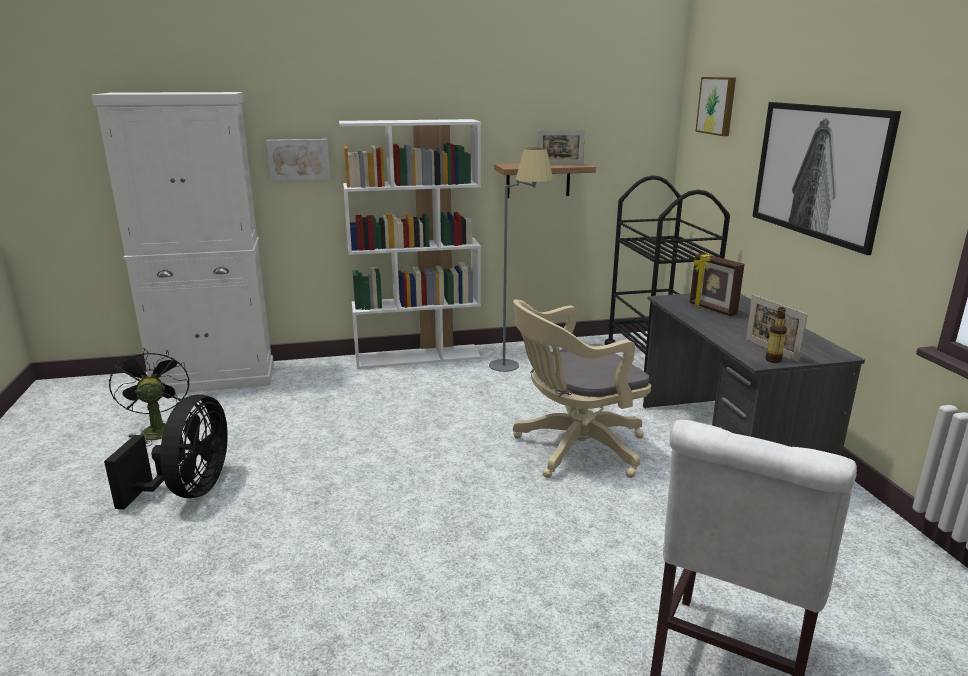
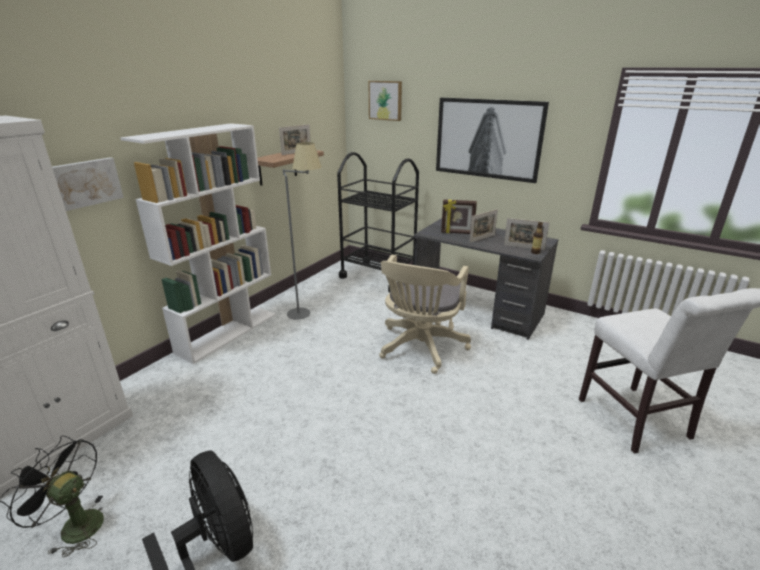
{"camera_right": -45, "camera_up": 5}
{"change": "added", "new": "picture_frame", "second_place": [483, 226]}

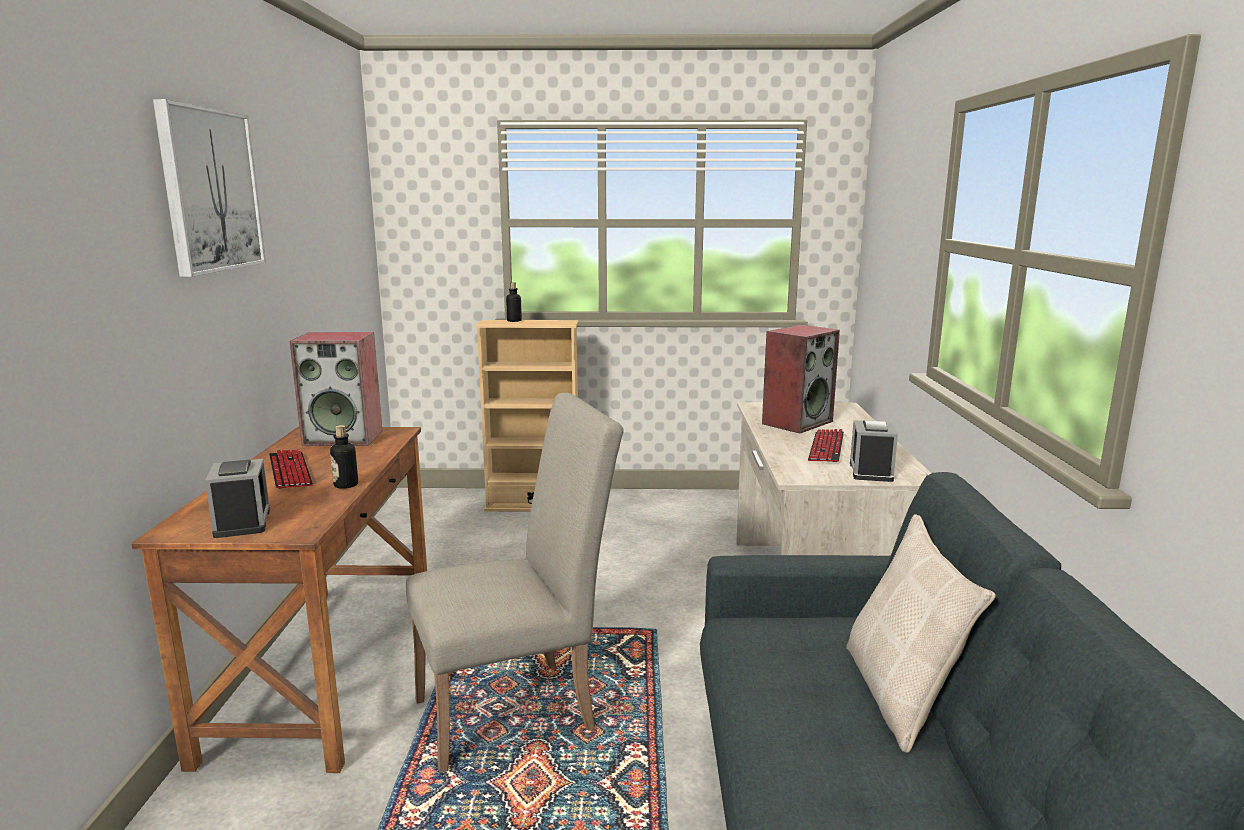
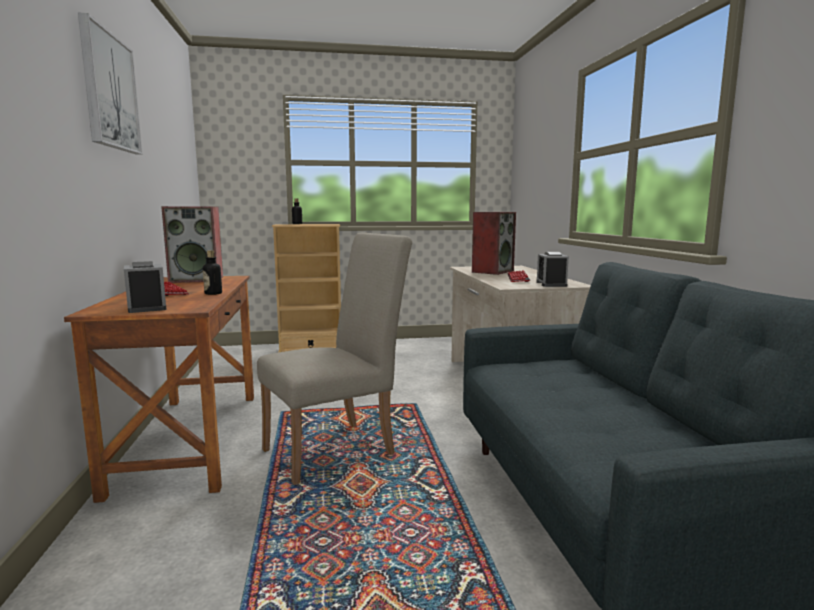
{"camera_right": -10, "camera_up": -5}
{"change": "removed", "old": "beige_pillow", "first_place": [921, 633]}

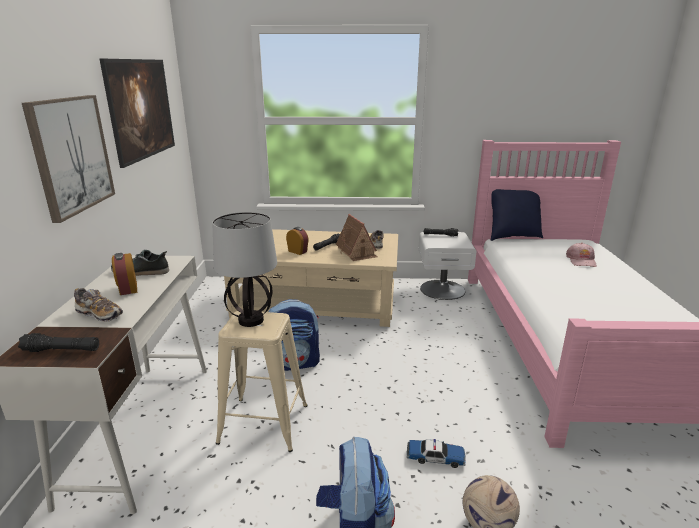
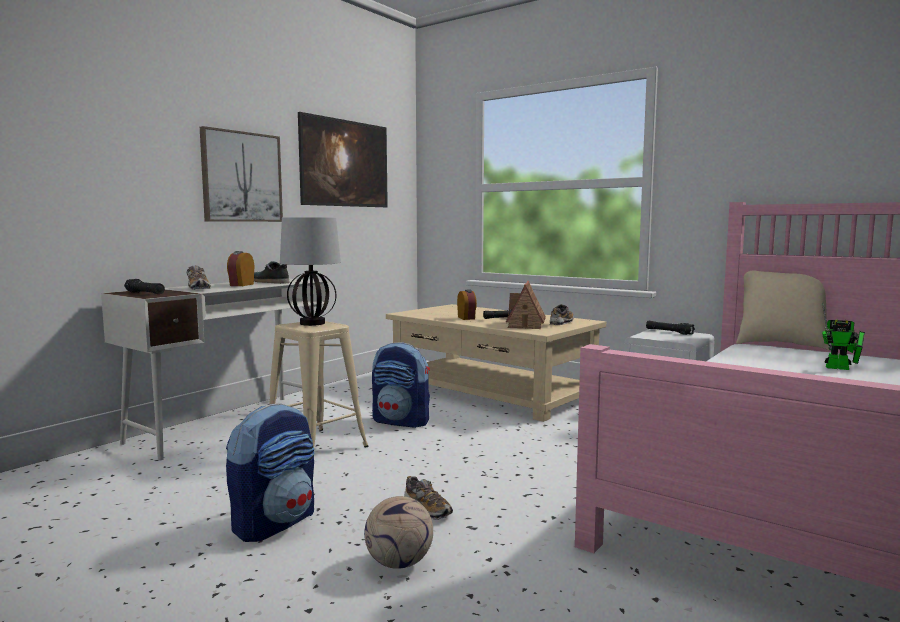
{"camera_right": 35, "camera_up": -15}
{"change": "recoloured", "old": "blue_pillow", "new": "beige_pillow", "first_place": [517, 215], "second_place": [782, 310]}
{"change": "replaced", "old": "pink_cap", "new": "toy_robot", "first_place": [581, 255], "second_place": [843, 336]}
{"change": "replaced", "old": "toy_car", "new": "shoe", "first_place": [436, 453], "second_place": [428, 498]}

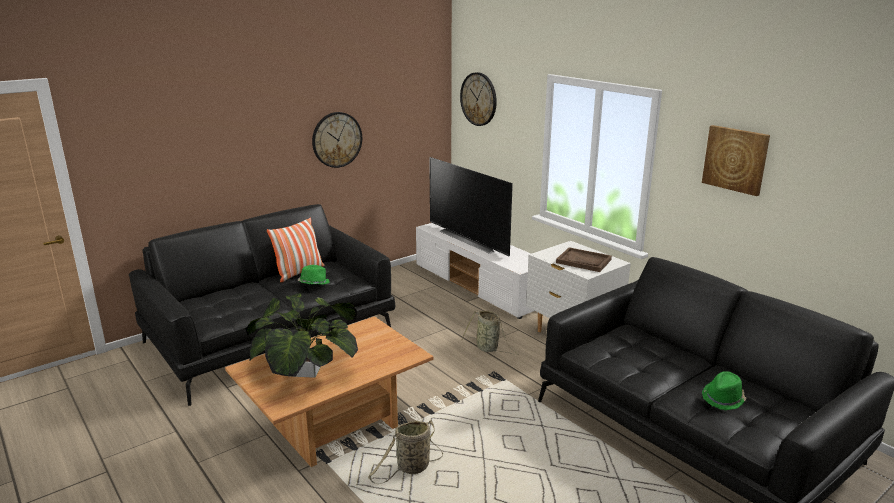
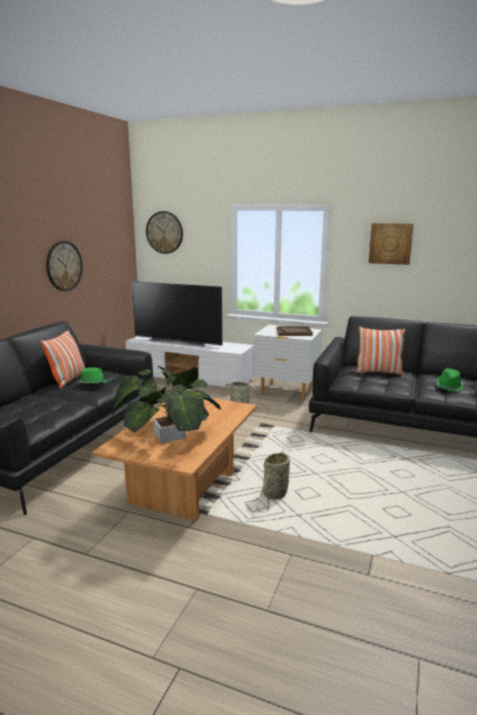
{"camera_right": -30, "camera_up": -5}
{"change": "added", "new": "pillow", "second_place": [380, 350]}

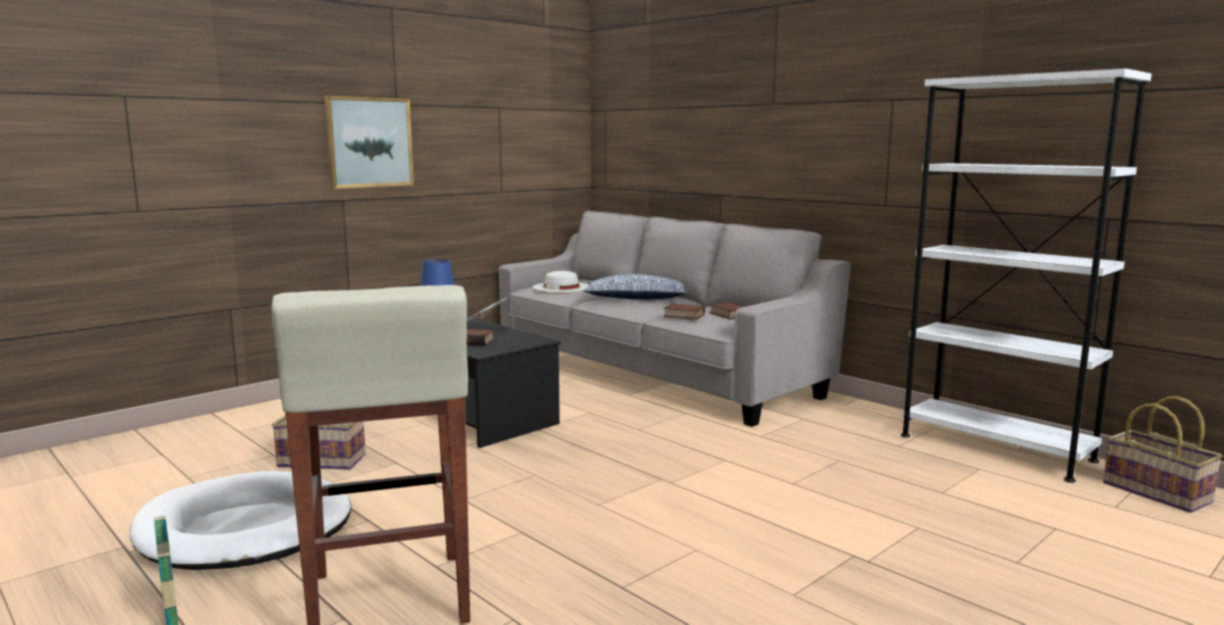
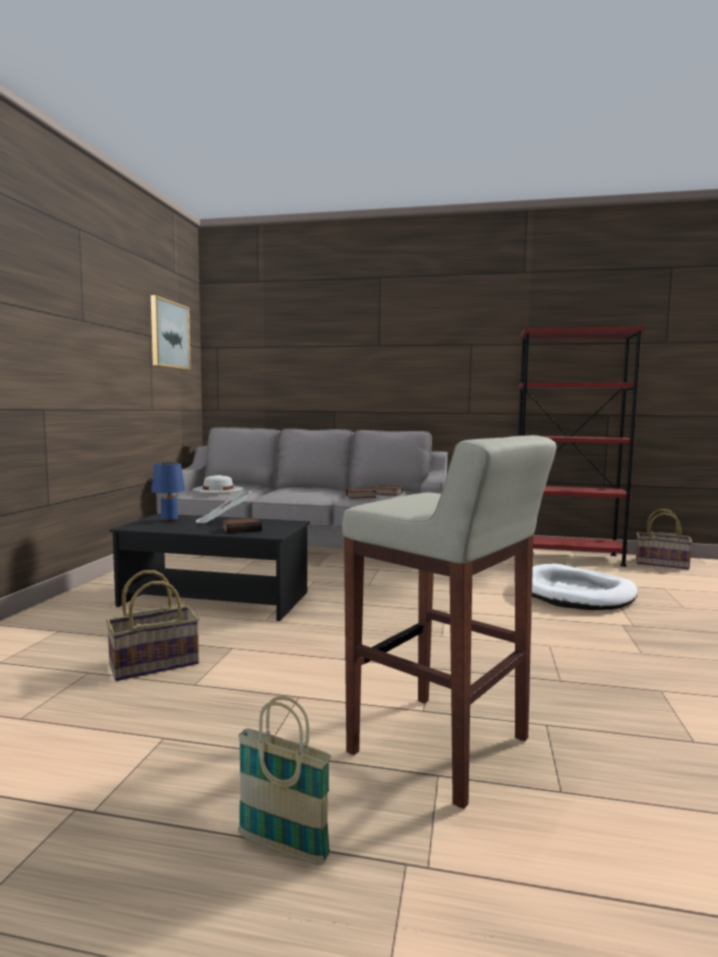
{"camera_right": -35, "camera_up": -5}
{"change": "recoloured", "old": "white_bookcase", "new": "red_bookcase", "first_place": [1026, 275], "second_place": [579, 447]}
{"change": "moved", "old": "picture", "first_place": [369, 142], "second_place": [171, 332]}
{"change": "removed", "old": "pillow", "first_place": [634, 287]}
{"change": "moved", "old": "white_dog_bed", "first_place": [240, 520], "second_place": [585, 587]}

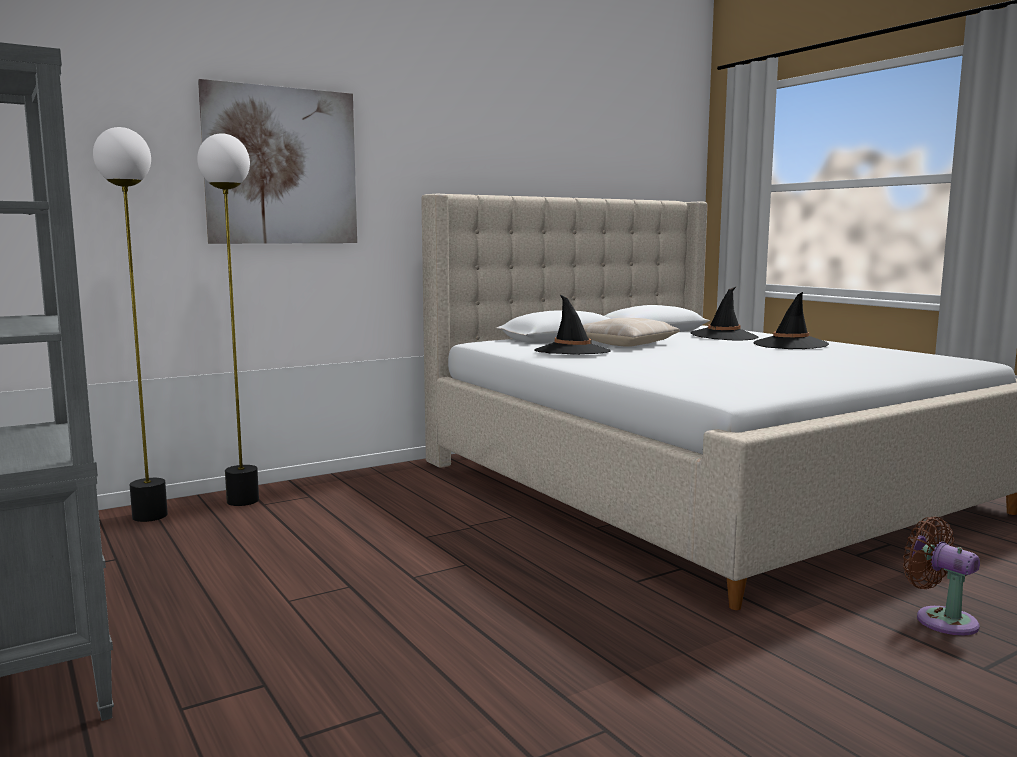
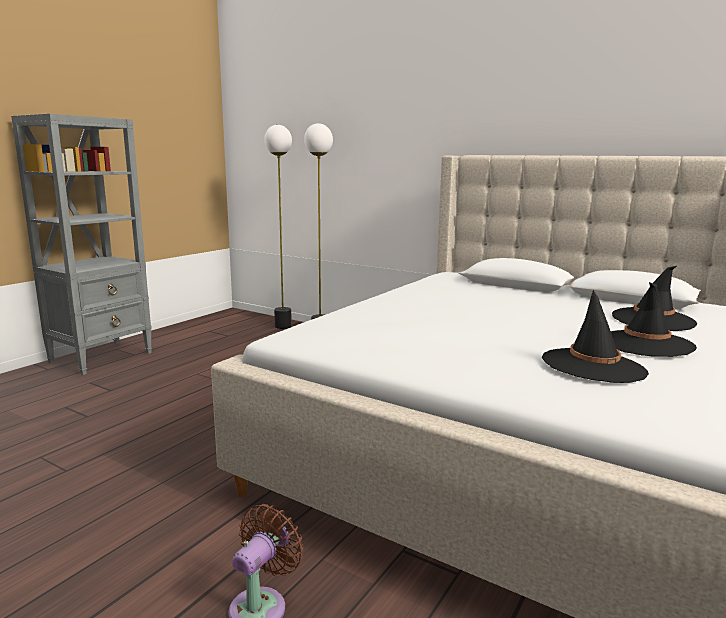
{"camera_right": 65, "camera_up": 5}
{"change": "removed", "old": "picture", "first_place": [277, 161]}
{"change": "moved", "old": "black_hat", "first_place": [572, 324], "second_place": [595, 336]}
{"change": "removed", "old": "beige_pillow", "first_place": [631, 332]}

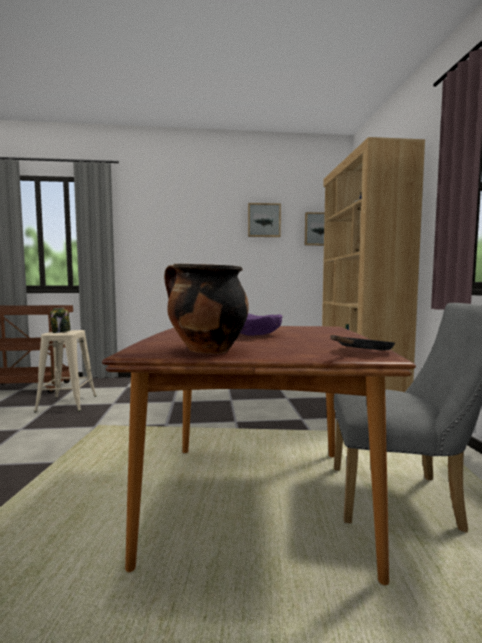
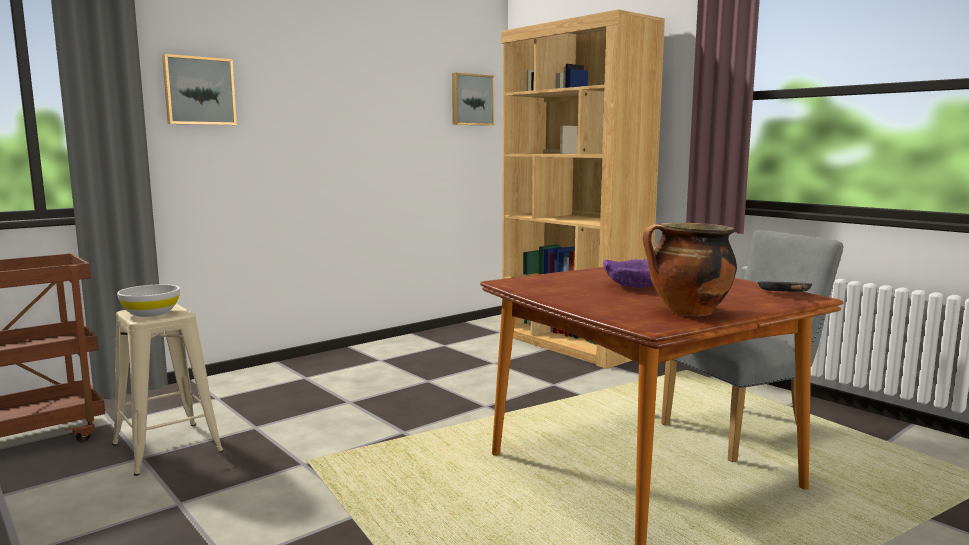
{"camera_right": -35, "camera_up": 5}
{"change": "moved", "old": "picture", "first_place": [264, 220], "second_place": [199, 89]}
{"change": "replaced", "old": "jar", "new": "white_bowl", "first_place": [60, 320], "second_place": [148, 300]}

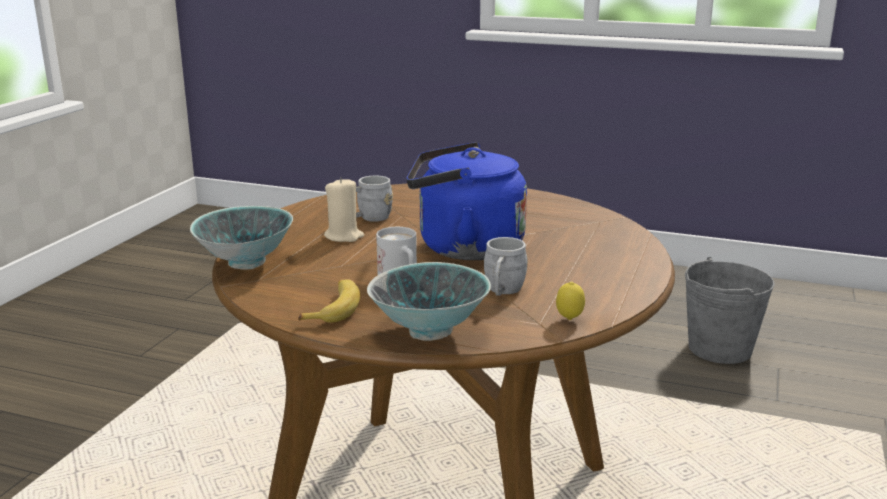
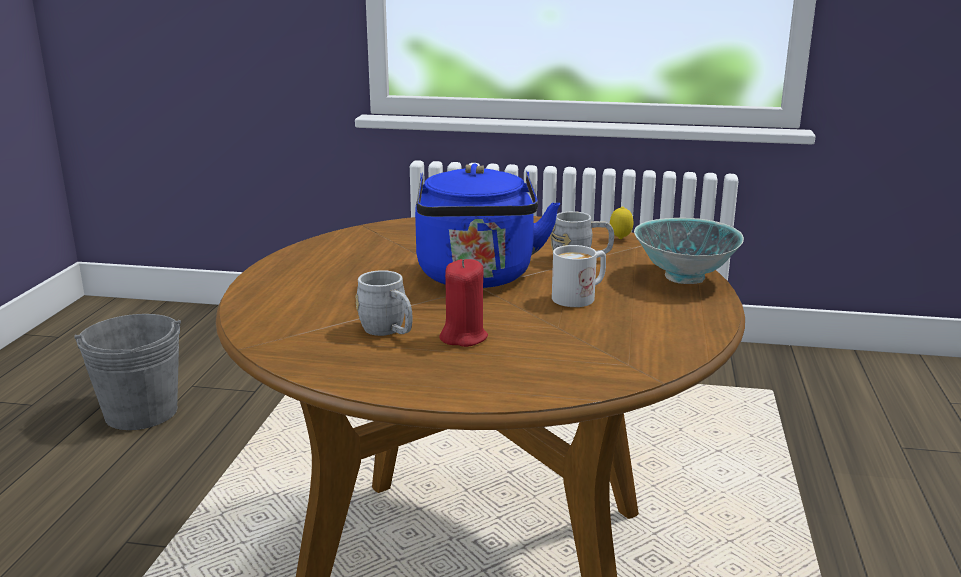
{"camera_right": -100, "camera_up": 0}
{"change": "recoloured", "old": "beige_candle", "new": "red_candle", "first_place": [344, 209], "second_place": [463, 303]}
{"change": "removed", "old": "bowl", "first_place": [241, 238]}
{"change": "removed", "old": "banana", "first_place": [329, 301]}

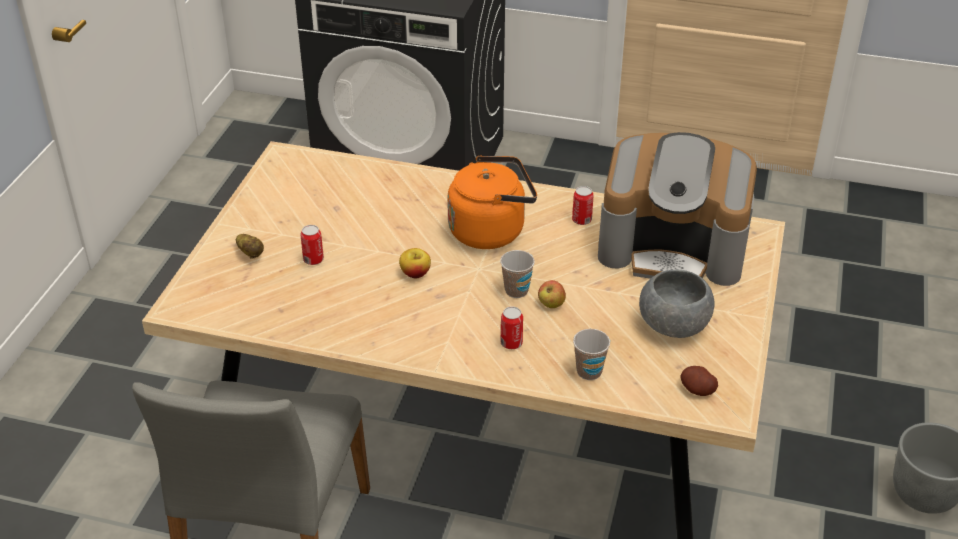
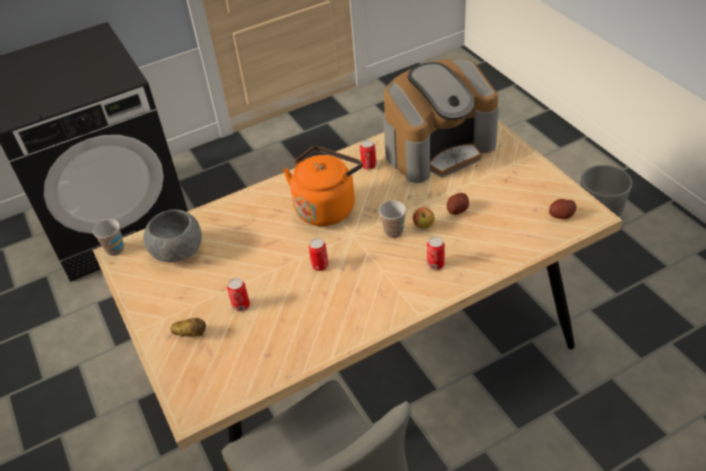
{"camera_right": -40, "camera_up": 5}
{"change": "replaced", "old": "apple", "new": "can", "first_place": [415, 263], "second_place": [319, 254]}
{"change": "moved", "old": "grey_bowl", "first_place": [677, 304], "second_place": [172, 236]}
{"change": "moved", "old": "cup", "first_place": [591, 354], "second_place": [108, 237]}
{"change": "added", "new": "potato", "second_place": [458, 204]}

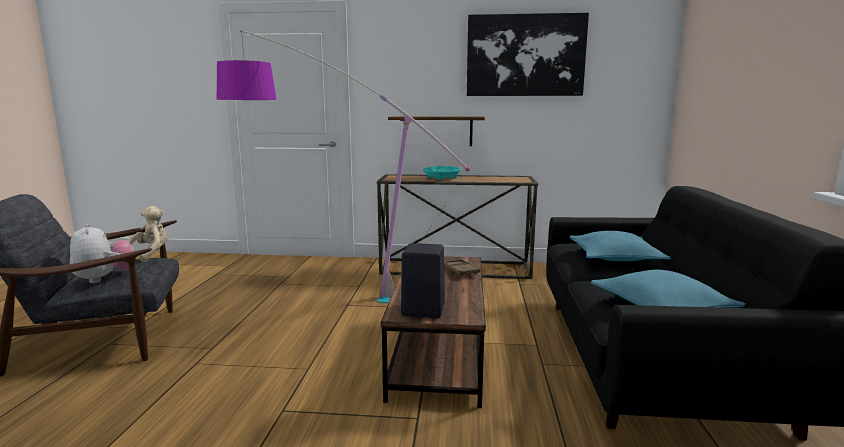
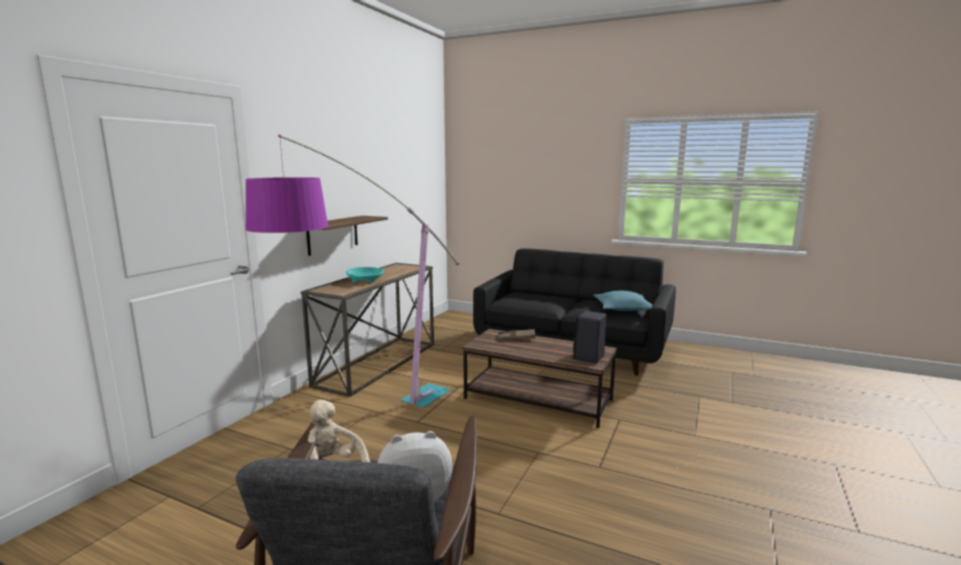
{"camera_right": -70, "camera_up": 0}
{"change": "removed", "old": "picture", "first_place": [528, 54]}
{"change": "removed", "old": "turquoise_pillow", "first_place": [620, 246]}

